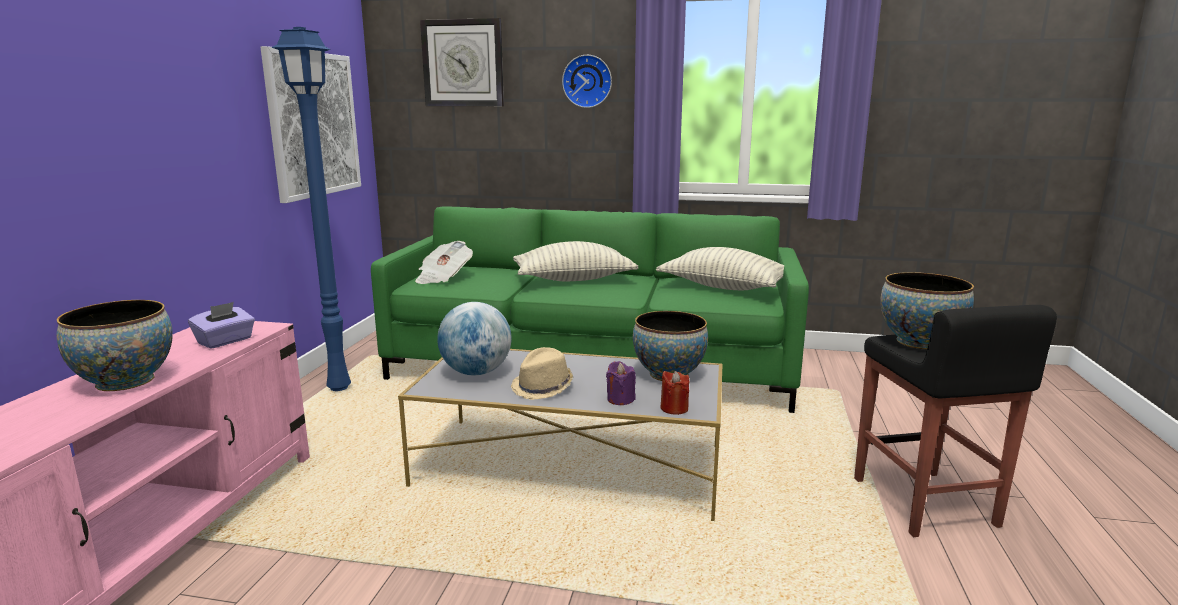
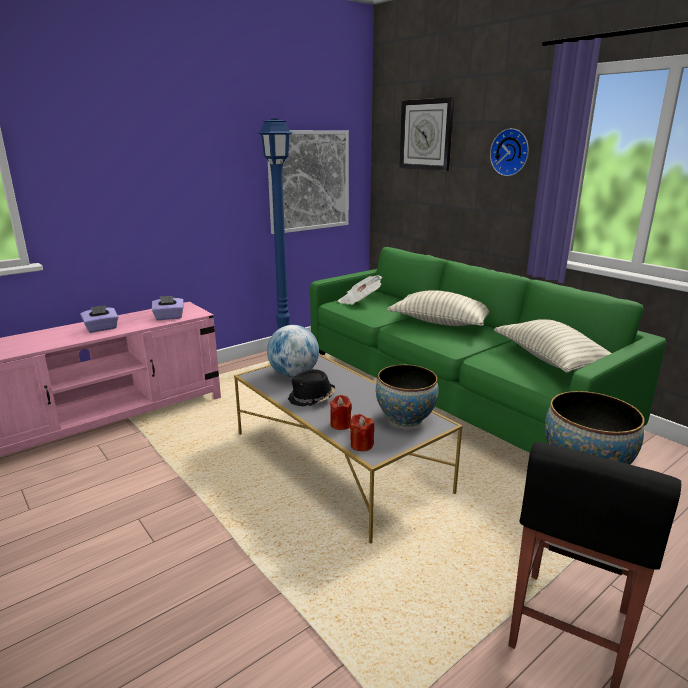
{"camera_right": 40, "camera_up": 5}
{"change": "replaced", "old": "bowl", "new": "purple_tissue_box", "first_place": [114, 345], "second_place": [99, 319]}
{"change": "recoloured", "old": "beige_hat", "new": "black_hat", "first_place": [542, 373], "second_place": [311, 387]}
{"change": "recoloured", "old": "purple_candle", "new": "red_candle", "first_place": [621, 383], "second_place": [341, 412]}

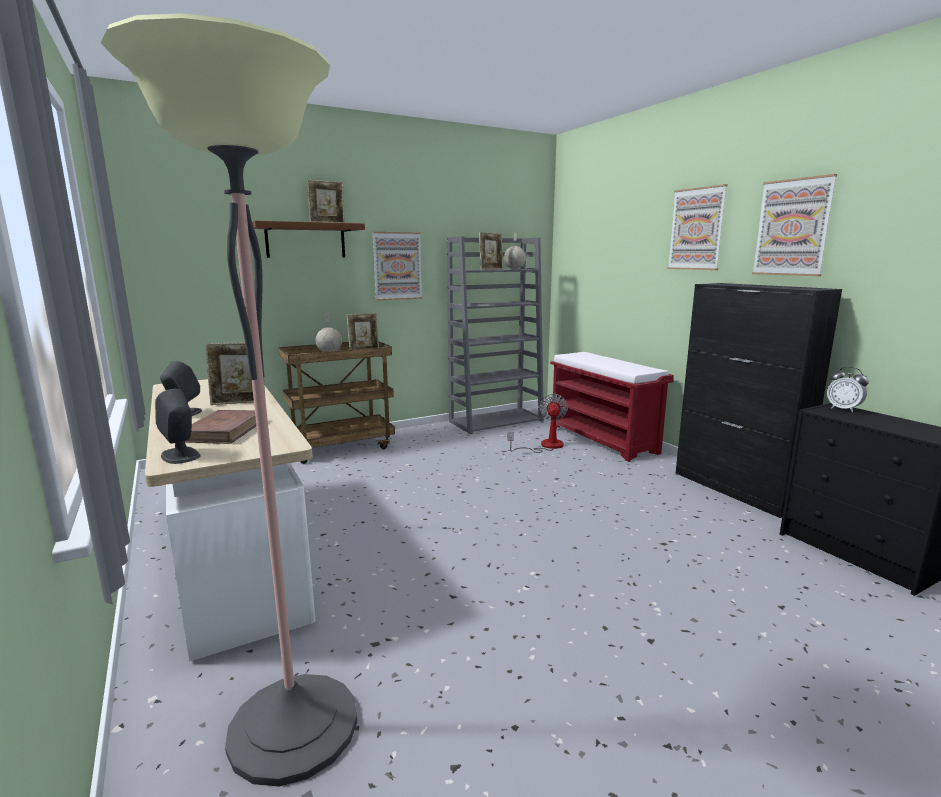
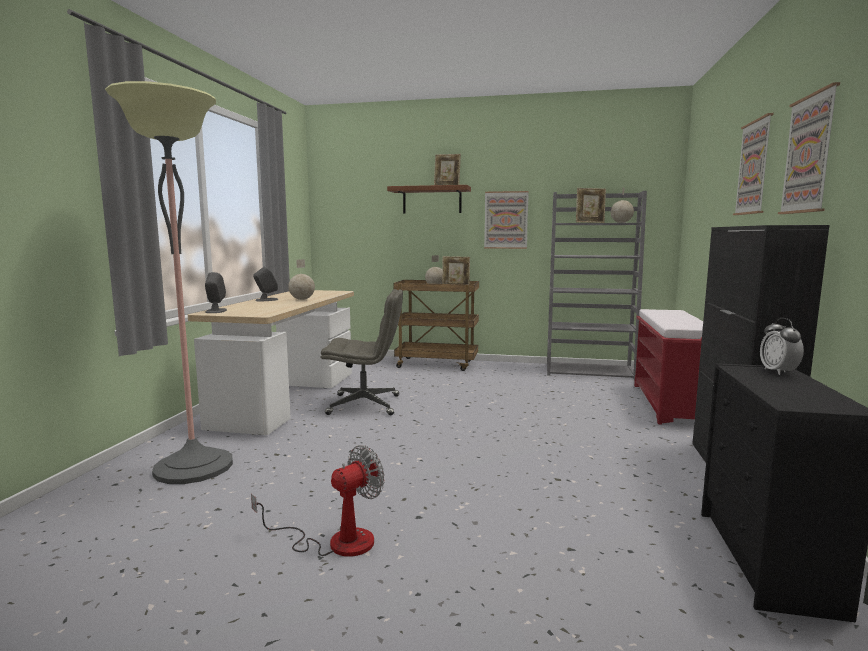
{"camera_right": 40, "camera_up": -5}
{"change": "replaced", "old": "picture_frame", "new": "globe", "first_place": [235, 374], "second_place": [301, 279]}
{"change": "moved", "old": "fan", "first_place": [538, 423], "second_place": [318, 501]}
{"change": "removed", "old": "brown_book", "first_place": [220, 427]}
{"change": "added", "new": "grey_office_chair", "second_place": [361, 352]}

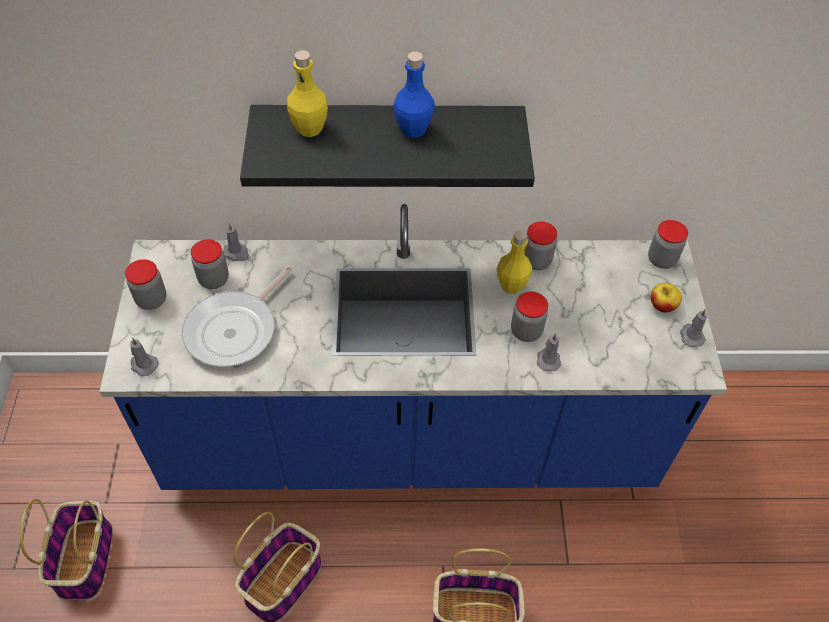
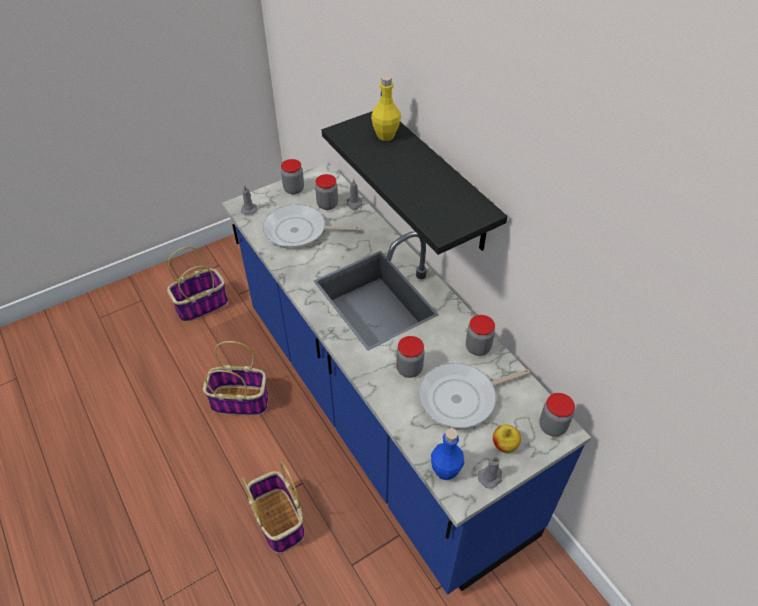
{"camera_right": 60, "camera_up": -5}
{"change": "moved", "old": "blue_bottle", "first_place": [414, 95], "second_place": [447, 454]}
{"change": "removed", "old": "yellow_bottle", "first_place": [514, 262]}
{"change": "removed", "old": "grey_candle", "first_place": [549, 352]}
{"change": "added", "new": "frying_pan", "second_place": [474, 395]}

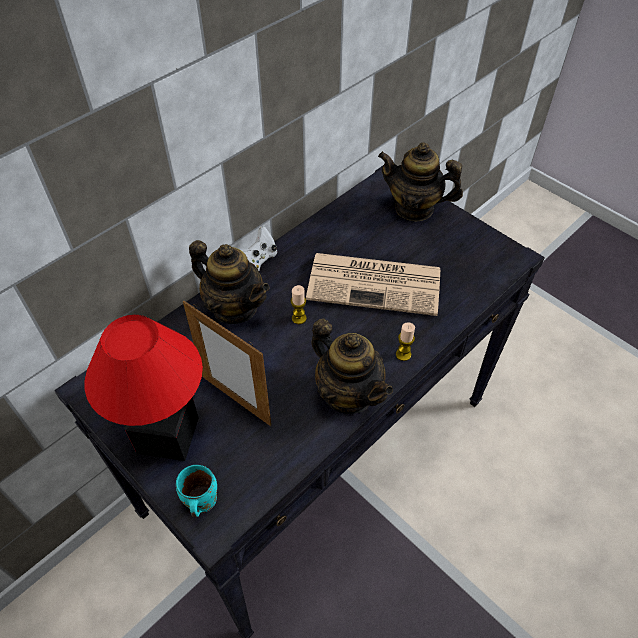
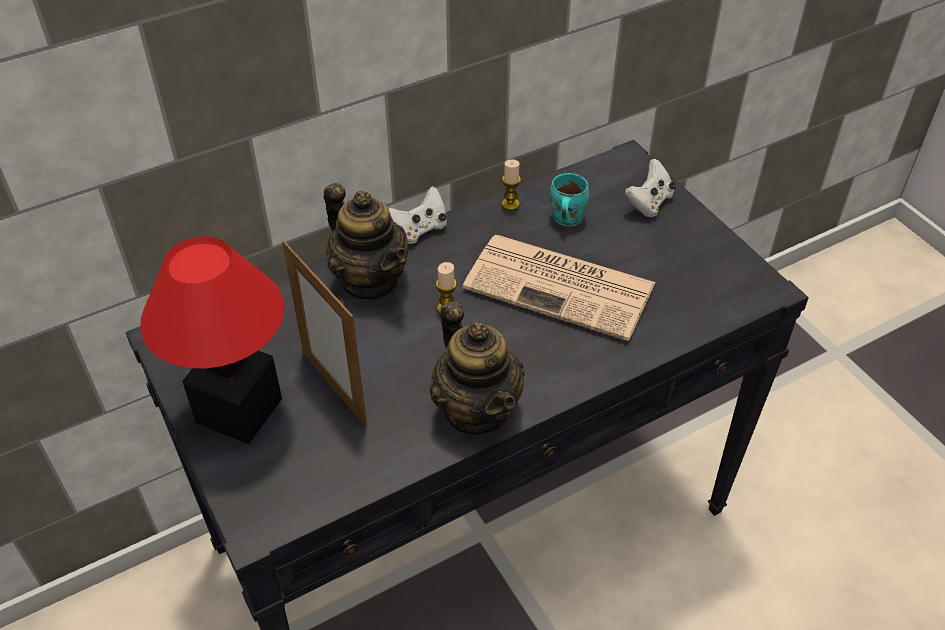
{"camera_right": 15, "camera_up": -5}
{"change": "replaced", "old": "teapot", "new": "white_game_controller", "first_place": [420, 181], "second_place": [650, 188]}
{"change": "moved", "old": "candle", "first_place": [405, 342], "second_place": [511, 184]}
{"change": "moved", "old": "turquoise_mug", "first_place": [196, 491], "second_place": [569, 200]}

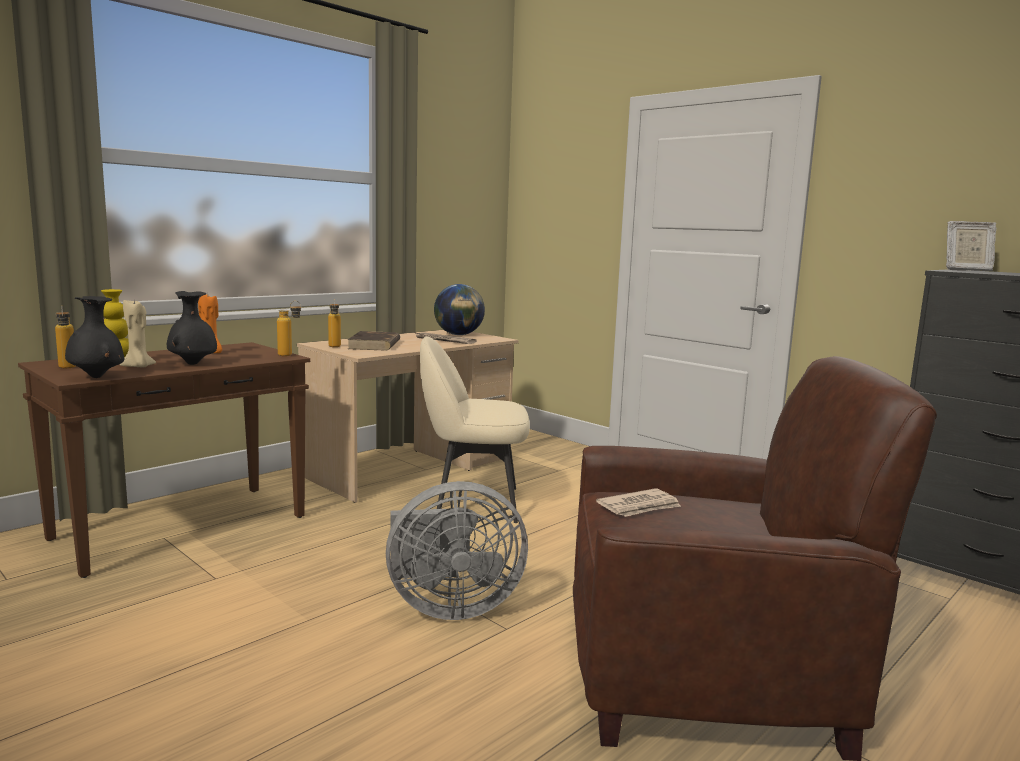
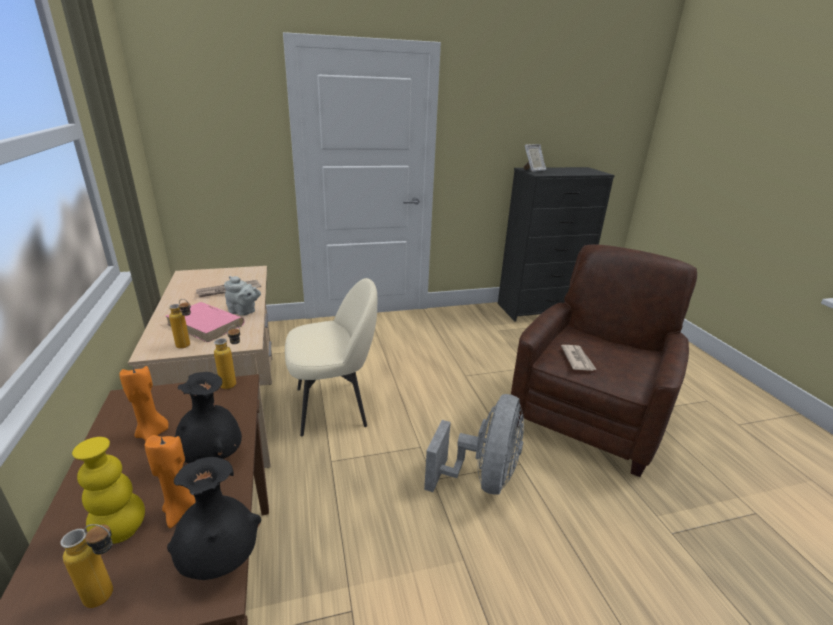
{"camera_right": -60, "camera_up": 15}
{"change": "removed", "old": "globe", "first_place": [459, 309]}
{"change": "recoloured", "old": "beige_candle", "new": "orange_candle", "first_place": [138, 333], "second_place": [170, 481]}
{"change": "recoloured", "old": "brown_book", "new": "pink_book", "first_place": [373, 341], "second_place": [205, 322]}
{"change": "turned", "old": "beige_chair", "first_place": [475, 429], "second_place": [331, 357], "degrees": -135}
{"change": "added", "new": "grey_teapot", "second_place": [242, 296]}

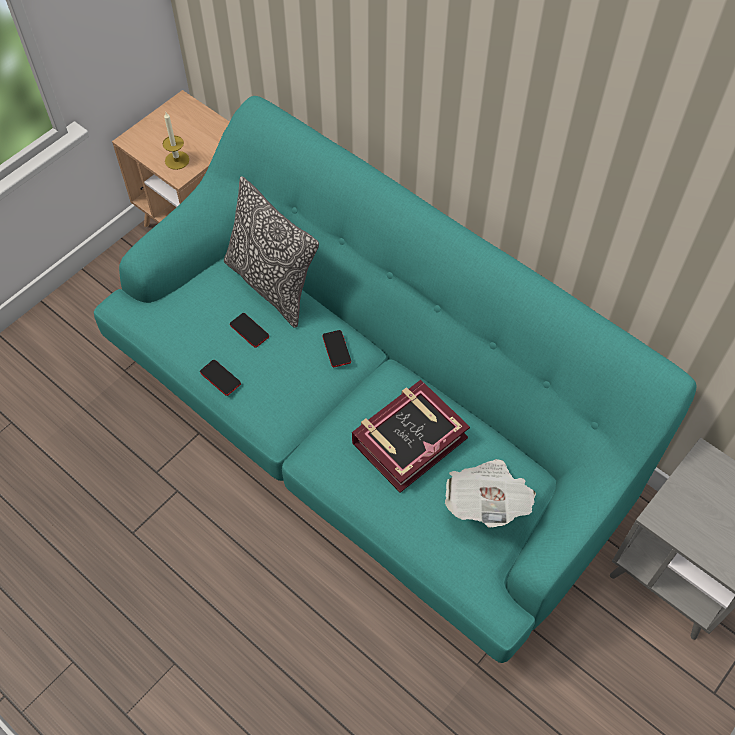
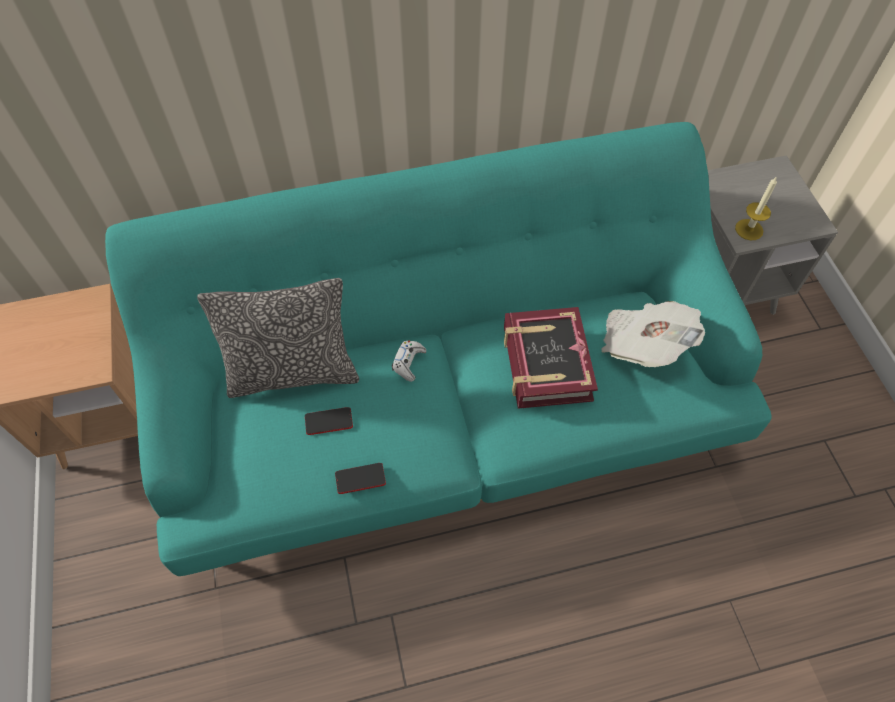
{"camera_right": -55, "camera_up": 0}
{"change": "moved", "old": "candle", "first_place": [176, 141], "second_place": [756, 208]}
{"change": "replaced", "old": "phone", "new": "white_game_controller", "first_place": [337, 349], "second_place": [409, 361]}

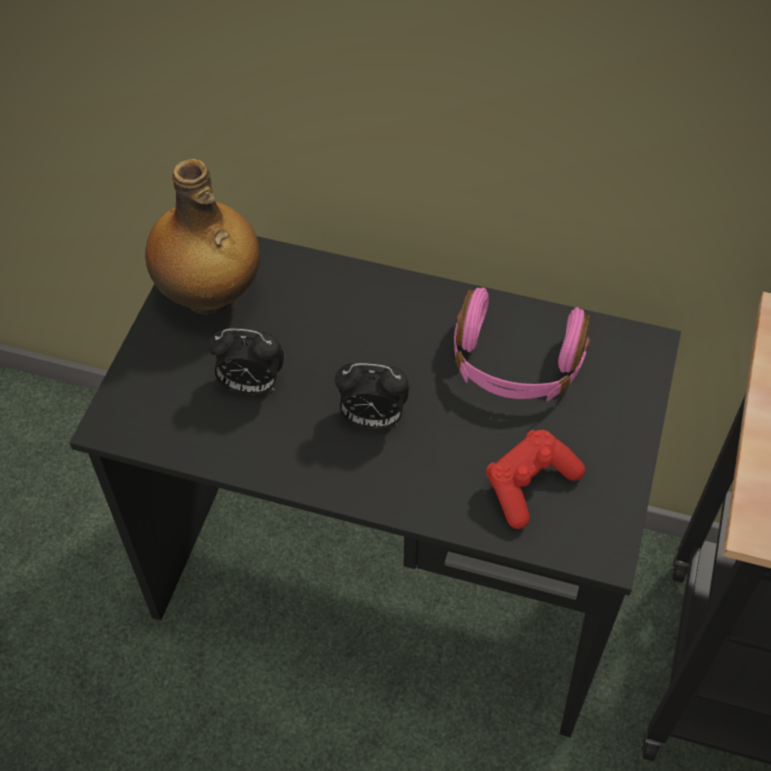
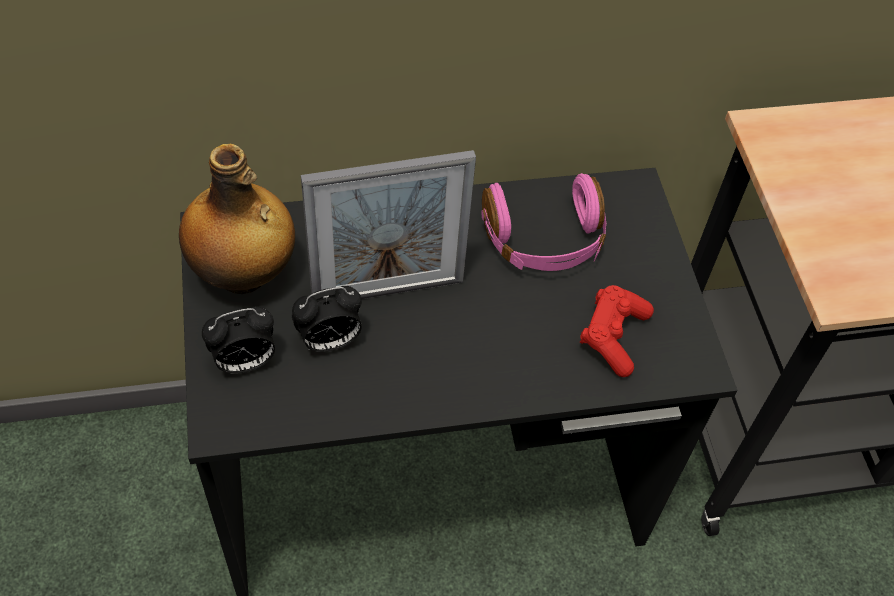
{"camera_right": -30, "camera_up": 0}
{"change": "moved", "old": "alarm_clock", "first_place": [372, 396], "second_place": [238, 340]}
{"change": "added", "new": "picture_frame", "second_place": [388, 224]}

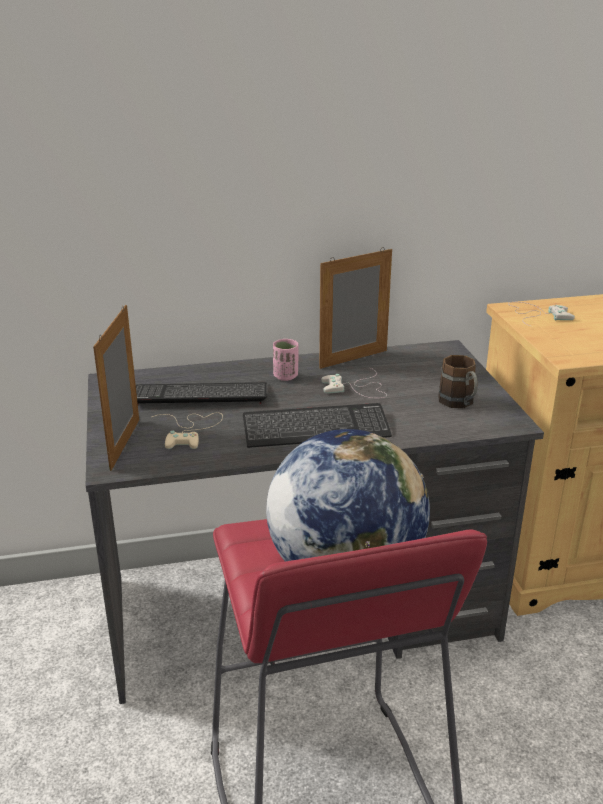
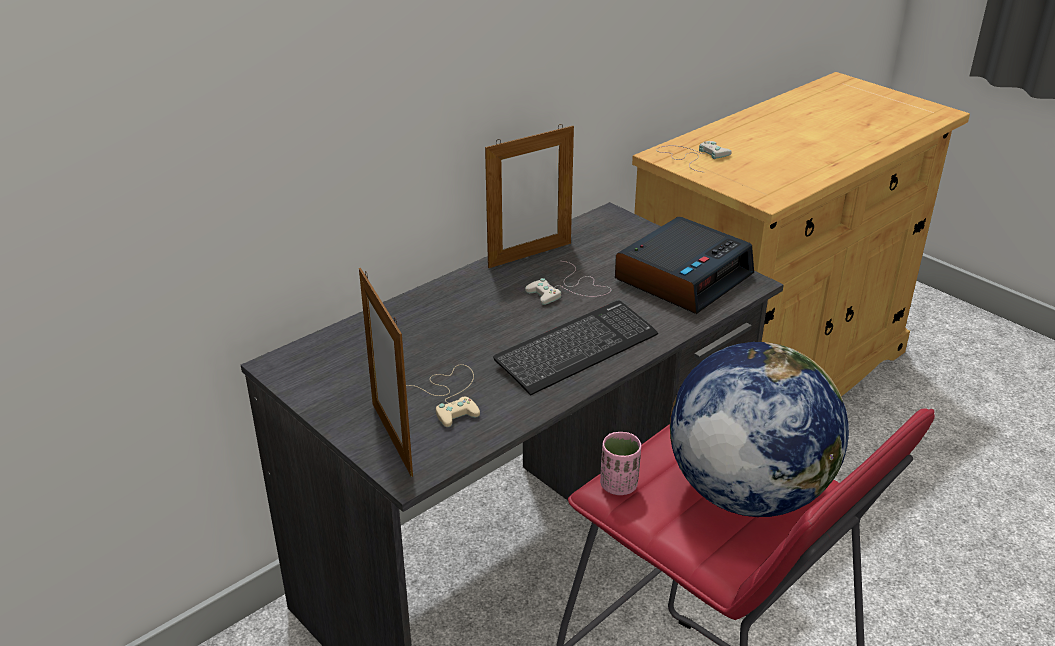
{"camera_right": -30, "camera_up": 5}
{"change": "turned", "old": "picture_frame", "first_place": [355, 308], "second_place": [529, 196], "degrees": -150}
{"change": "moved", "old": "pink_cup", "first_place": [285, 360], "second_place": [621, 463]}
{"change": "replaced", "old": "brown_mug", "new": "alarm_clock", "first_place": [458, 381], "second_place": [684, 265]}
{"change": "removed", "old": "keyboard", "first_place": [201, 393]}

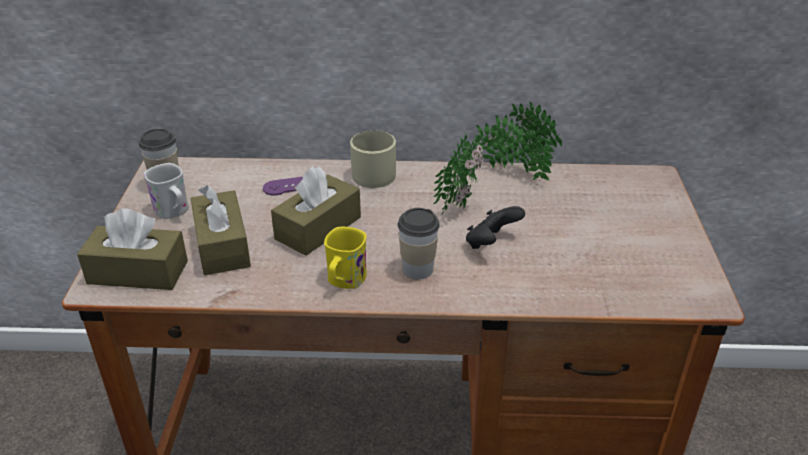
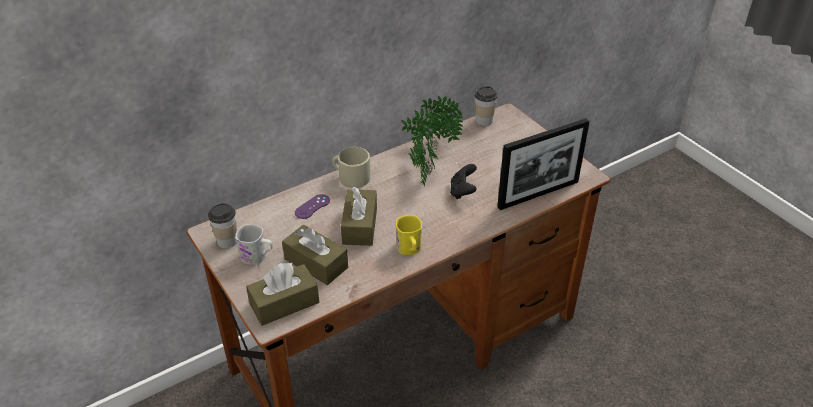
{"camera_right": -35, "camera_up": 5}
{"change": "moved", "old": "cup", "first_place": [419, 243], "second_place": [486, 106]}
{"change": "added", "new": "picture_frame", "second_place": [543, 164]}

